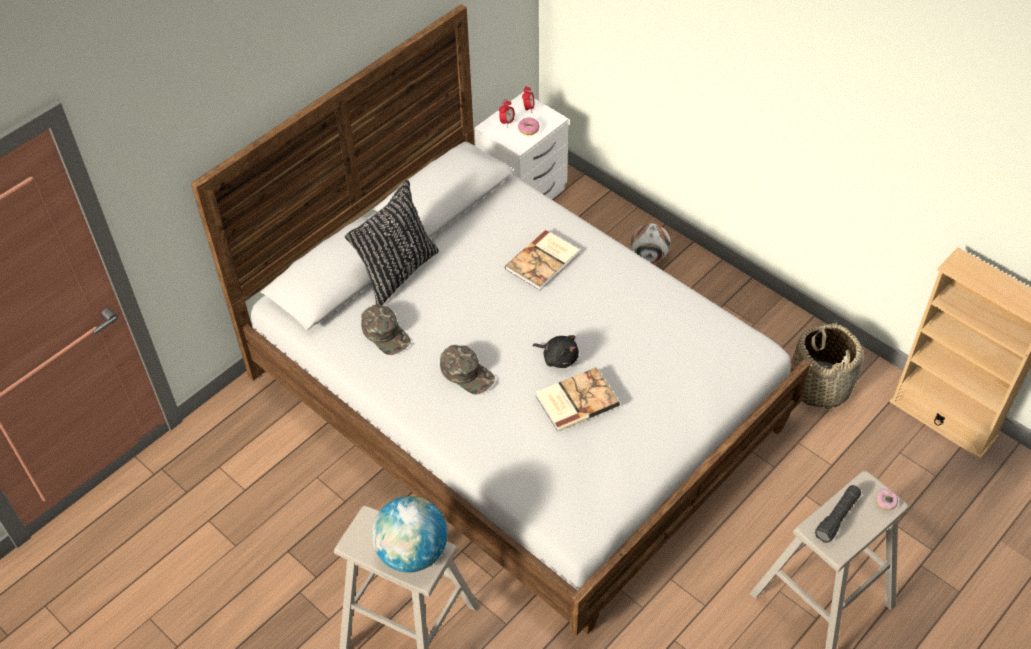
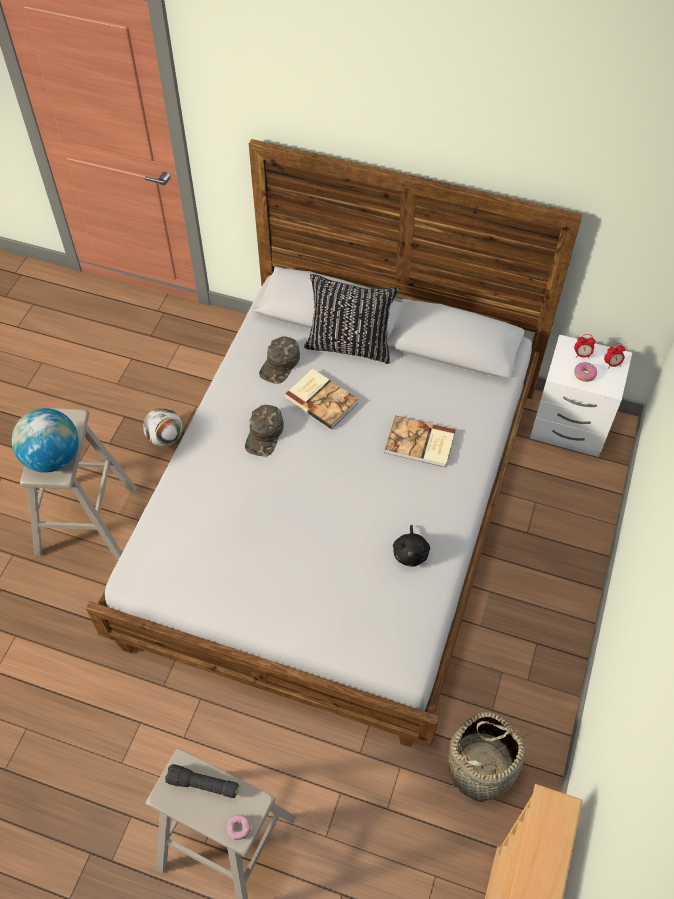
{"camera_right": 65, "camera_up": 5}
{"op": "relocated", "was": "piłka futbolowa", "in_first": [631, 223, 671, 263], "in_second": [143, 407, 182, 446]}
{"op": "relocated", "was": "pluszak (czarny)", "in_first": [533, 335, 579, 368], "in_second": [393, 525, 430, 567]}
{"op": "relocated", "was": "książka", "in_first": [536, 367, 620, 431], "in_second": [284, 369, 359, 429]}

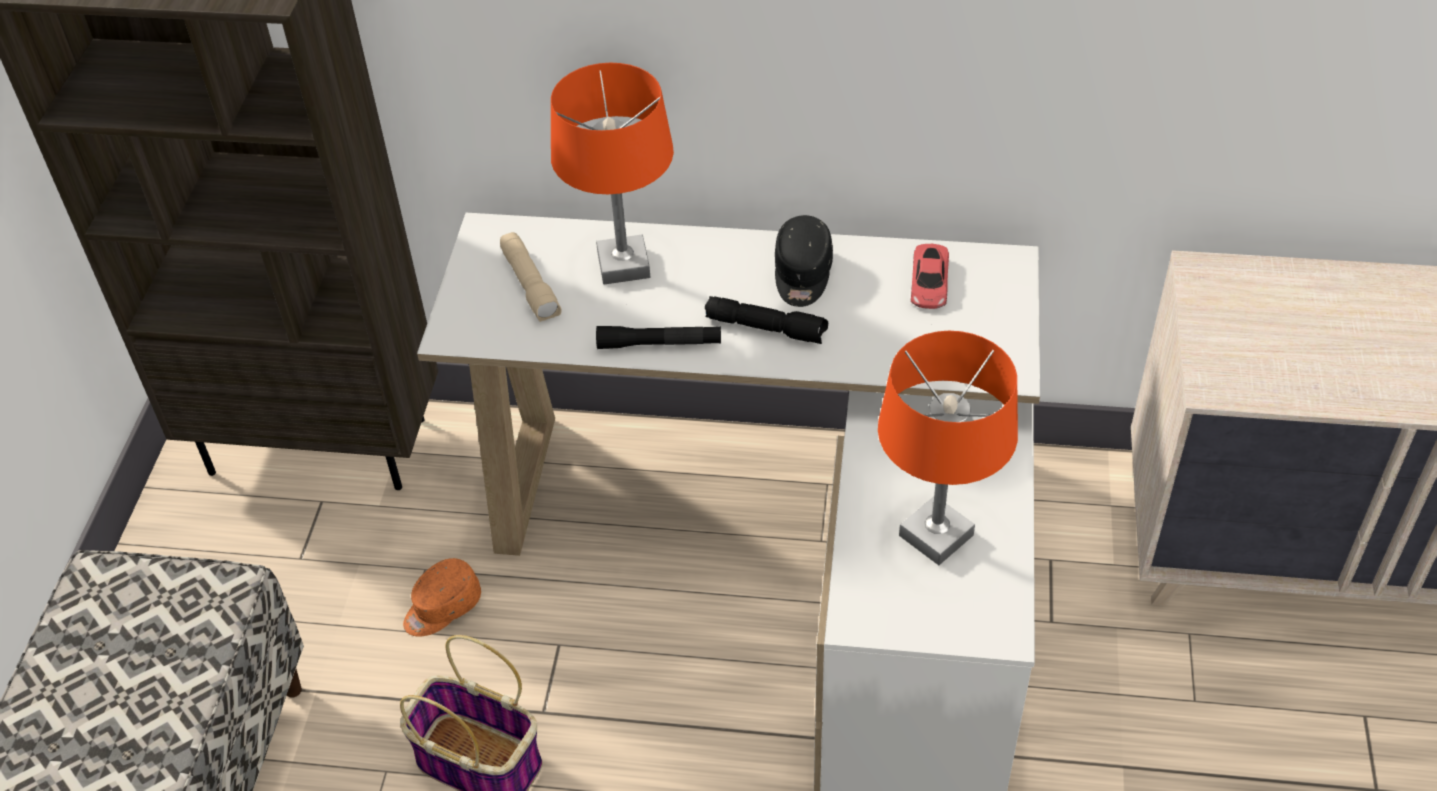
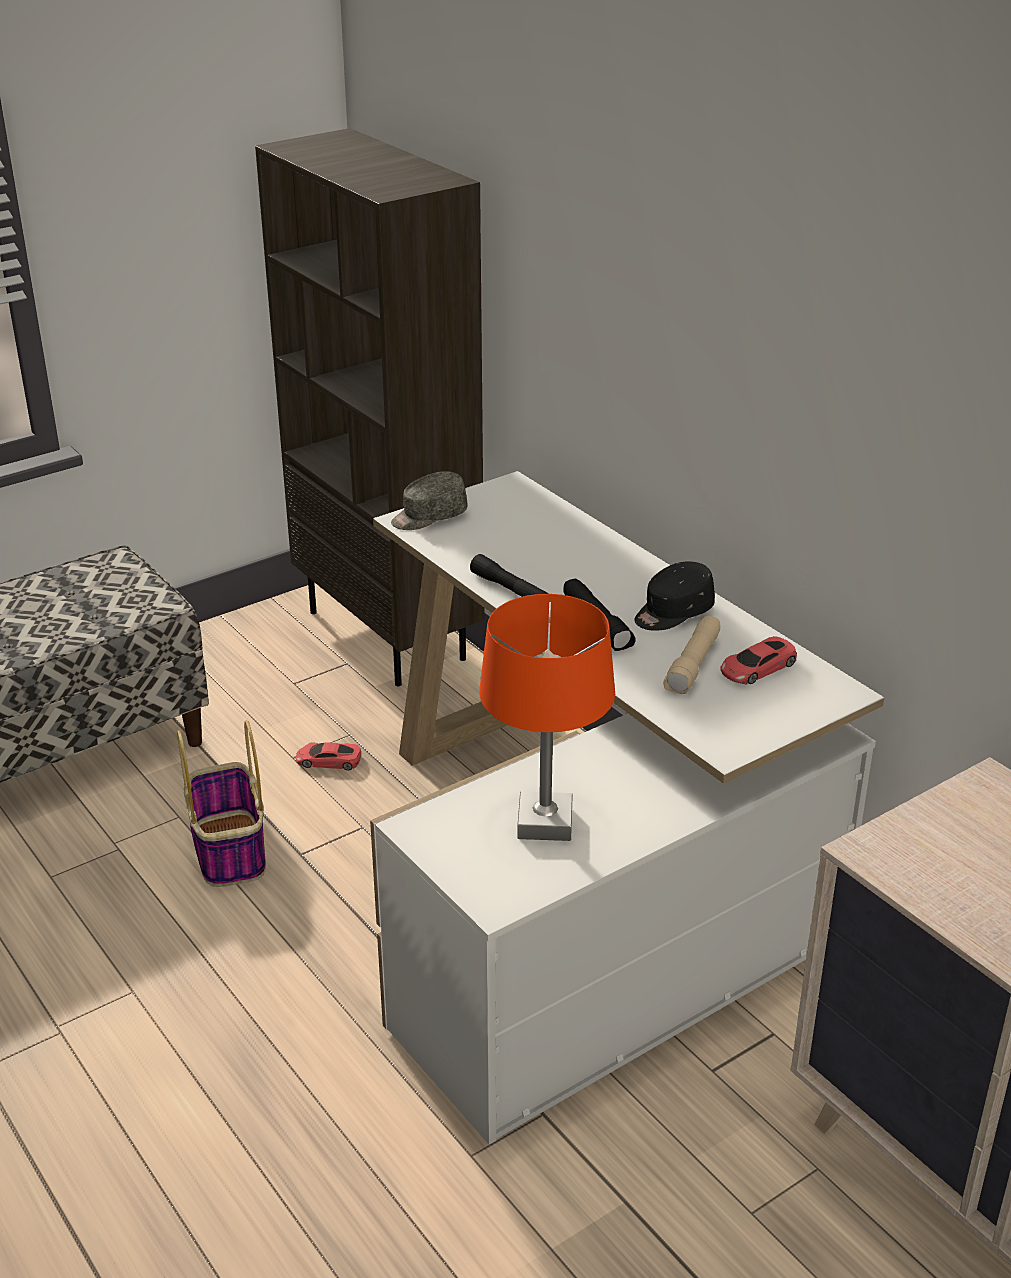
{"camera_right": 45, "camera_up": -15}
{"op": "missing", "was": "lampa stołowa (pomarańczowy)", "in_first": [551, 63, 674, 284]}
{"op": "relocated", "was": "latarka (beżowy)", "in_first": [500, 232, 562, 322], "in_second": [663, 616, 720, 694]}
{"op": "exchanged", "was": "czapka z daszkiem (pomarańczowy)", "now": "samochodzik (czerwony)", "in_first": [403, 558, 481, 637], "in_second": [296, 742, 361, 771]}
{"op": "appeared", "now": "czapka z daszkiem (szary)", "in_second": [391, 471, 468, 530]}

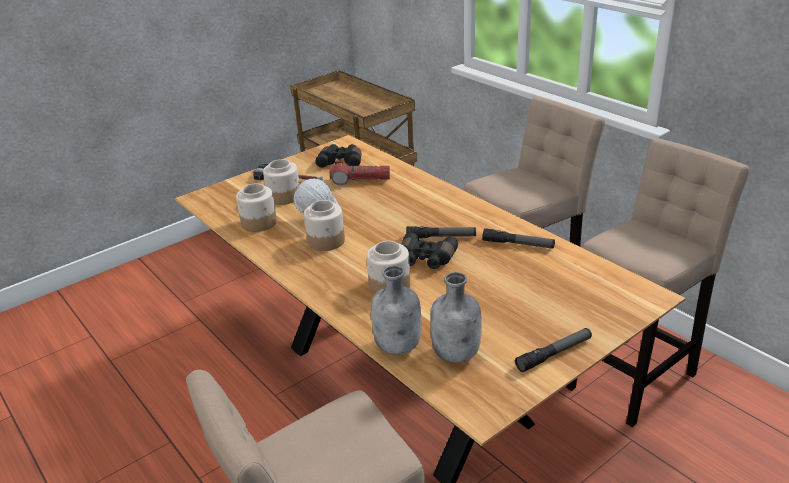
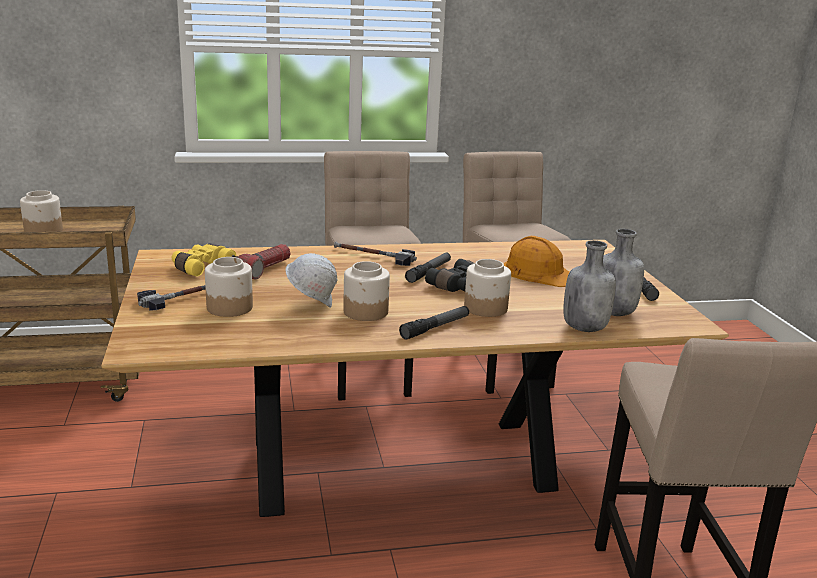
{"camera_right": -65, "camera_up": -10}
{"op": "colour", "was": "lornetka (czarny)", "now": "lornetka (żółty)", "in_first": [315, 144, 362, 168], "in_second": [172, 244, 236, 276]}
{"op": "relocated", "was": "słoik", "in_first": [236, 183, 277, 232], "in_second": [20, 190, 63, 232]}
{"op": "relocated", "was": "latarka", "in_first": [482, 228, 555, 249], "in_second": [399, 306, 469, 339]}
{"op": "appeared", "now": "kask (pomarańczowy)", "in_second": [504, 236, 569, 287]}
{"op": "appeared", "now": "młotek", "in_second": [334, 242, 417, 266]}

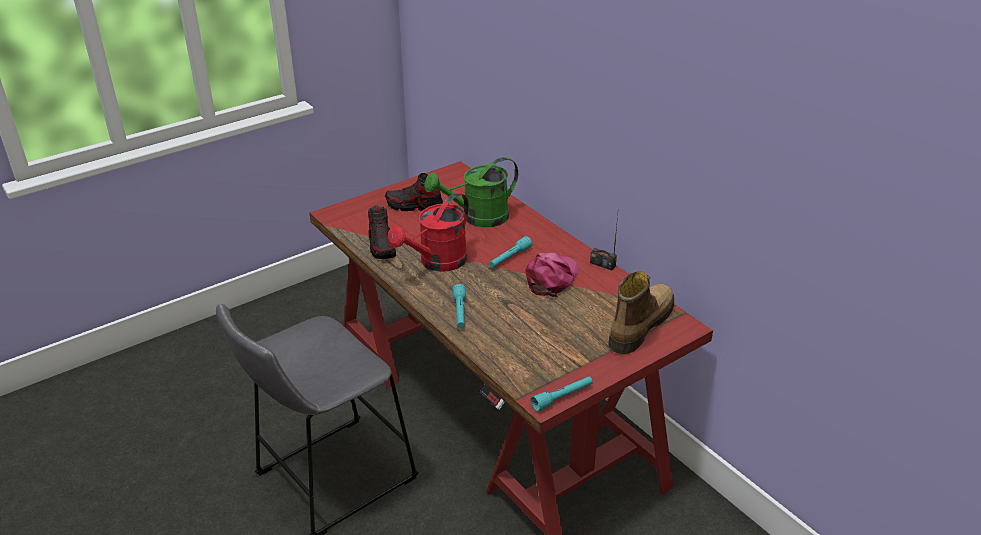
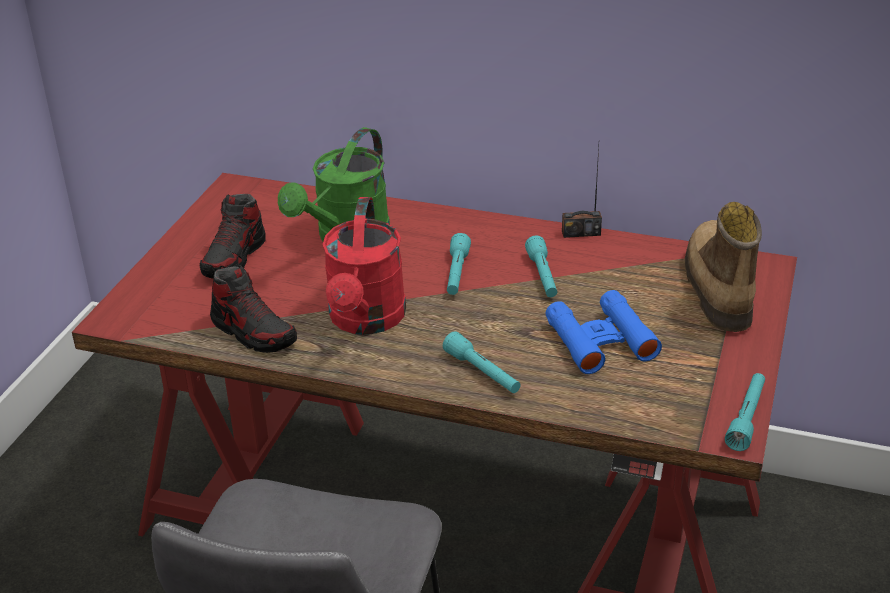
{"camera_right": -35, "camera_up": 0}
{"op": "spun", "was": "but", "in_first": [385, 173, 443, 211], "in_second": [200, 194, 266, 279], "clockwise": -45}
{"op": "exchanged", "was": "czapka z daszkiem (różowy)", "now": "latarka (turkusowy)", "in_first": [525, 252, 579, 297], "in_second": [525, 236, 557, 297]}
{"op": "appeared", "now": "lornetka (niebieski)", "in_second": [546, 290, 662, 374]}

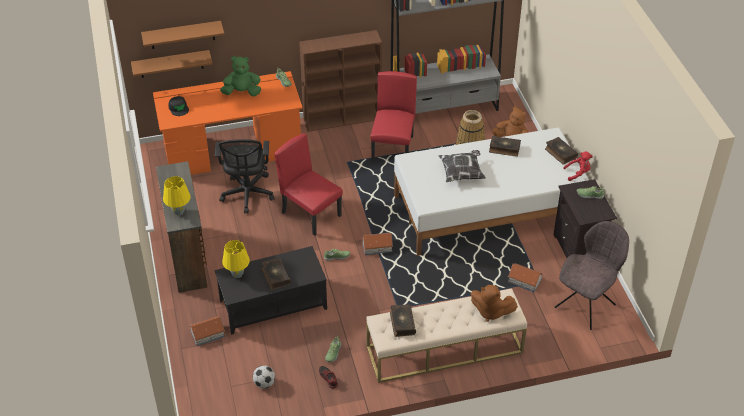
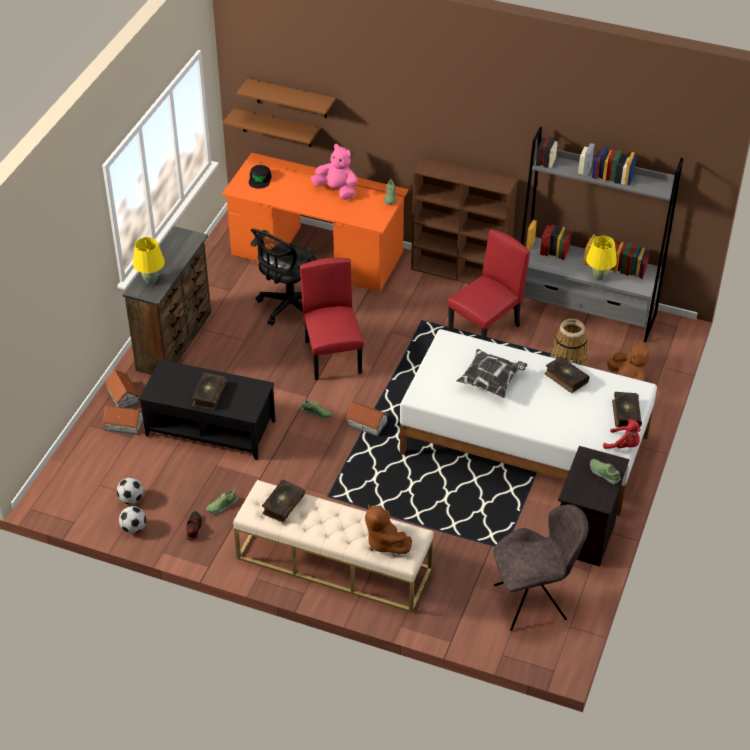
{"camera_right": 35, "camera_up": 0}
{"op": "colour", "was": "pluszak (zielony)", "now": "pluszak (różowy)", "in_first": [220, 56, 261, 97], "in_second": [311, 144, 358, 200]}
{"op": "relocated", "was": "lampa stołowa (żółty)", "in_first": [222, 240, 250, 278], "in_second": [586, 236, 617, 281]}
{"op": "relocated", "was": "domek", "in_first": [508, 264, 543, 292], "in_second": [104, 369, 140, 408]}
{"op": "appeared", "now": "piłka futbolowa", "in_second": [119, 506, 146, 534]}

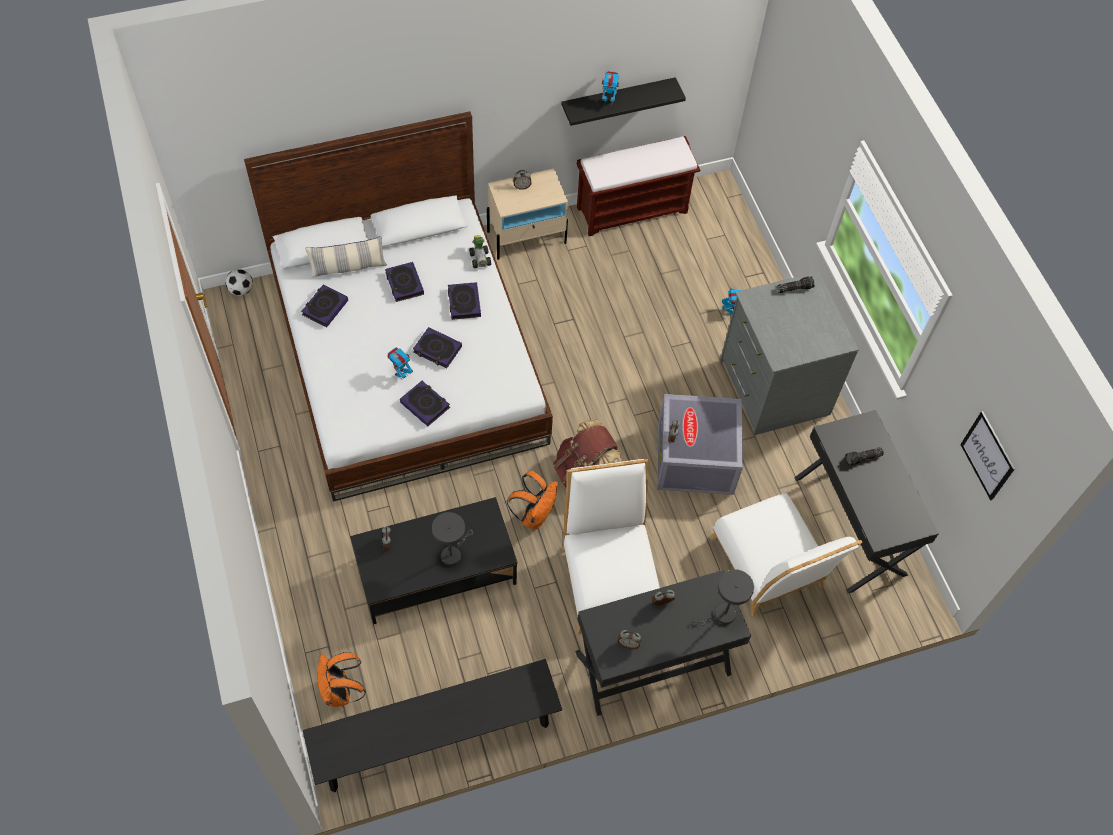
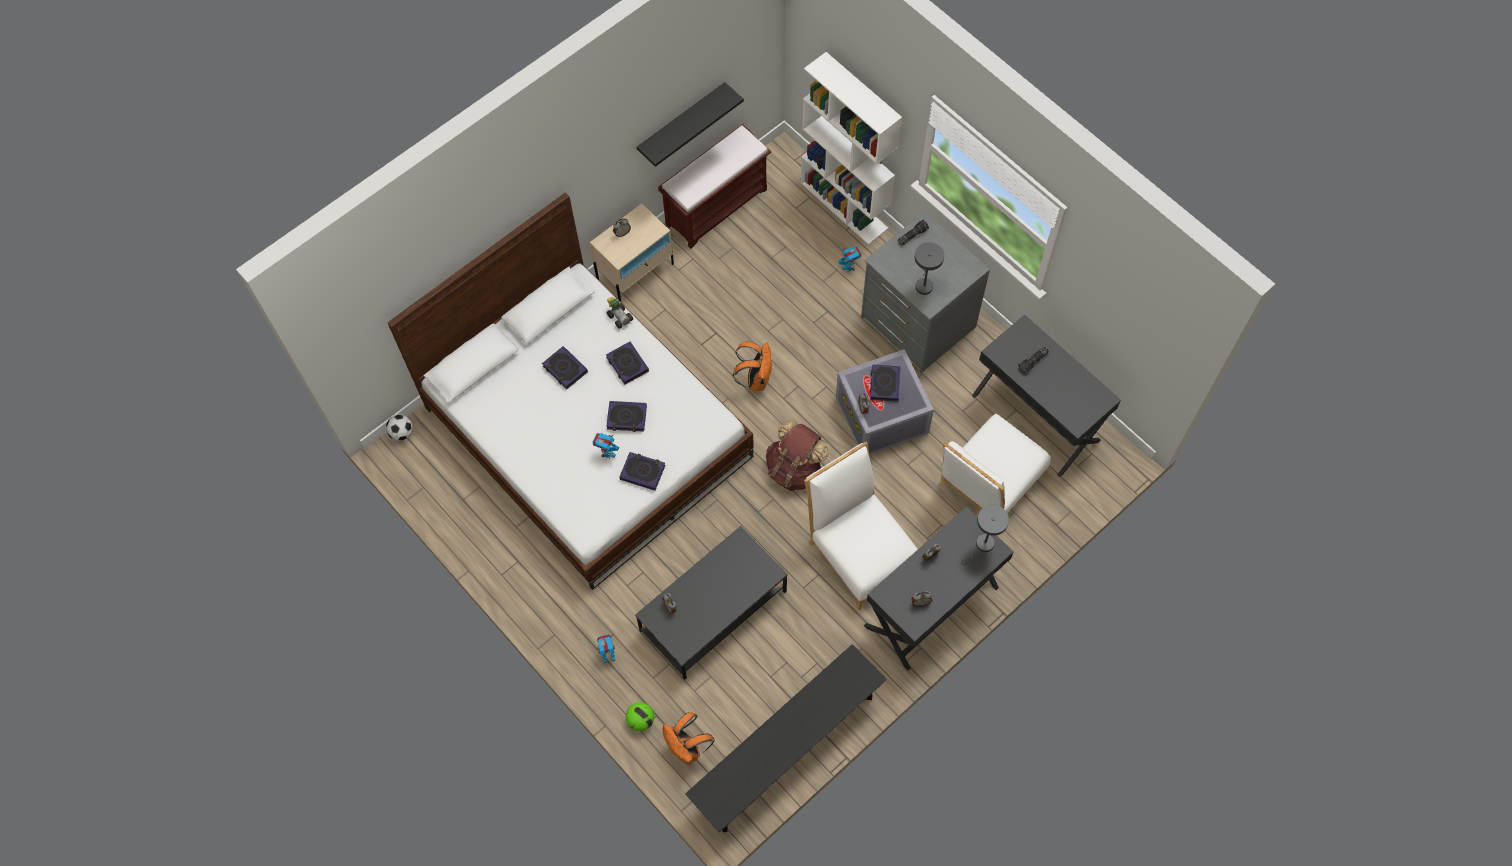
{"camera_right": -20, "camera_up": 5}
{"op": "relocated", "was": "robot zabawkowy", "in_first": [602, 71, 619, 106], "in_second": [597, 634, 615, 663]}
{"op": "missing", "was": "poduszka", "in_first": [305, 236, 387, 278]}
{"op": "relocated", "was": "książka", "in_first": [301, 284, 348, 327], "in_second": [870, 364, 901, 402]}
{"op": "missing", "was": "obraz", "in_first": [960, 411, 1015, 501]}
{"op": "relocated", "was": "plecak (pomarańczowy)", "in_first": [507, 471, 558, 530], "in_second": [733, 341, 772, 391]}
{"op": "spun", "was": "krzesło (biały)", "in_first": [709, 493, 863, 617], "in_second": [938, 413, 1051, 514], "clockwise": 90}
{"op": "relocated", "was": "lampa stołowa (szary)", "in_first": [432, 512, 473, 566], "in_second": [915, 242, 944, 295]}
{"op": "appeared", "now": "regał (biały)", "in_second": [801, 52, 902, 245]}
{"op": "appeared", "now": "piłka futbolowa", "in_second": [626, 702, 654, 731]}

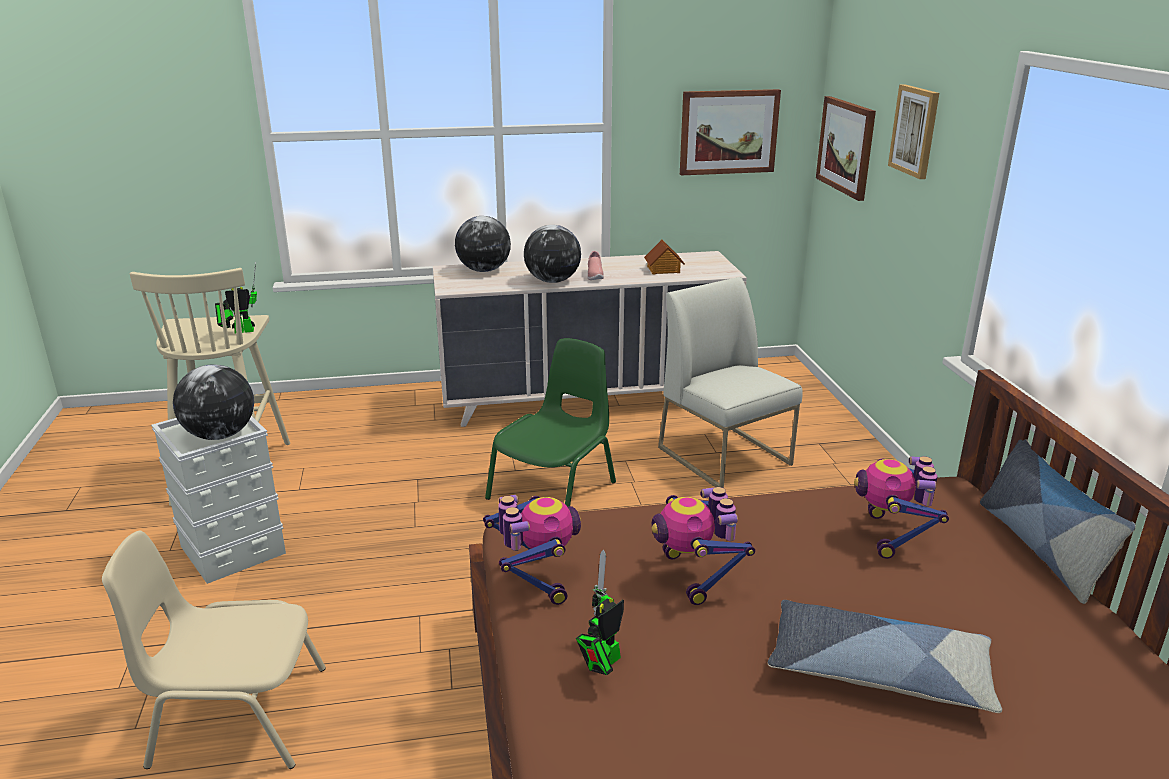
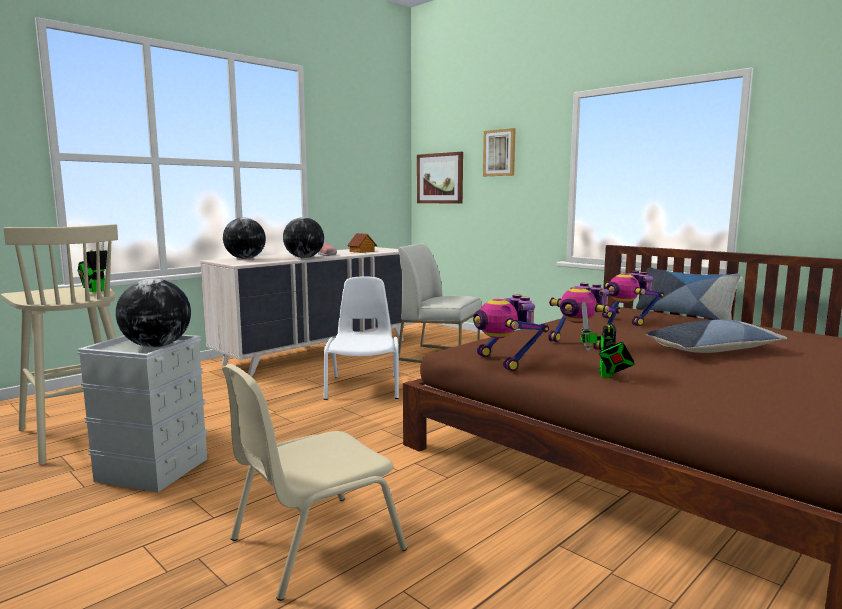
{"camera_right": -35, "camera_up": -15}
{"op": "missing", "was": "obraz", "in_first": [680, 89, 781, 175]}
{"op": "colour", "was": "krzesło (zielony)", "now": "krzesło (biały)", "in_first": [485, 338, 616, 507], "in_second": [324, 277, 399, 400]}
{"op": "spun", "was": "robot zabawkowy", "in_first": [483, 495, 581, 605], "in_second": [473, 294, 549, 371], "clockwise": -150}

